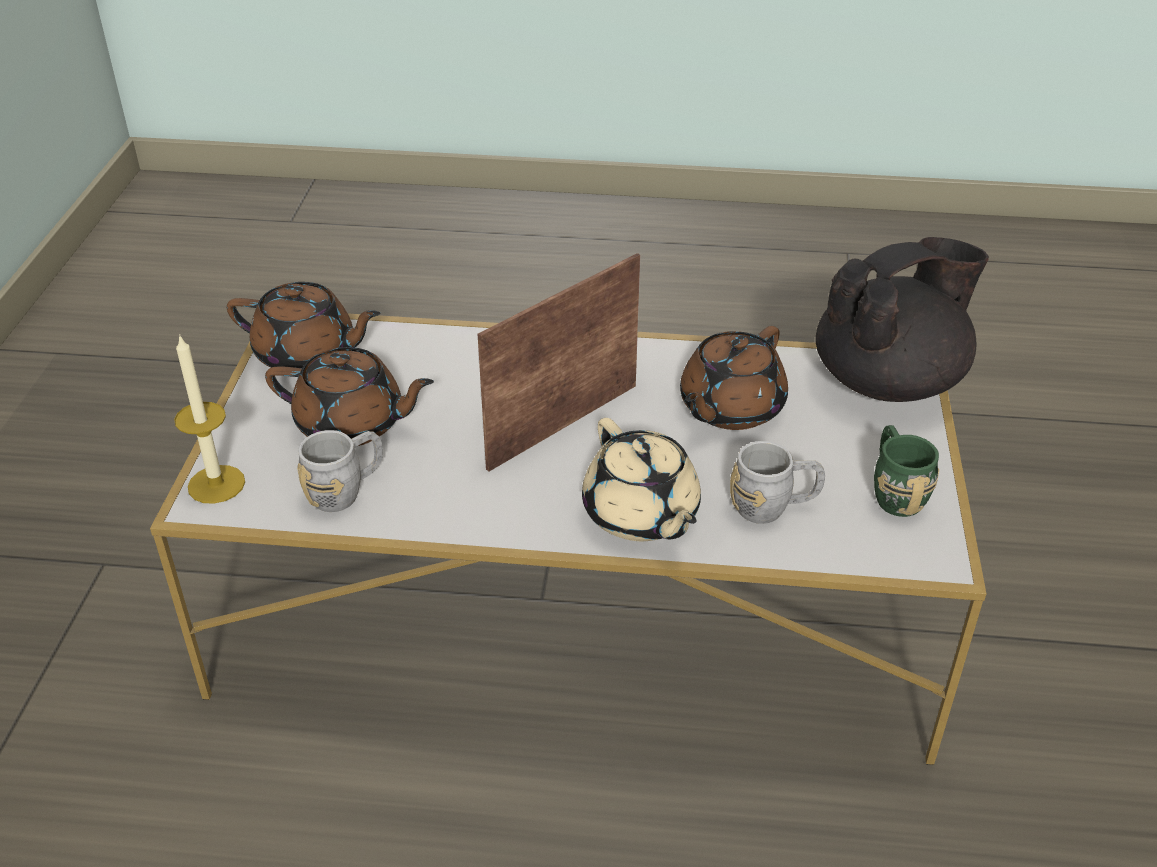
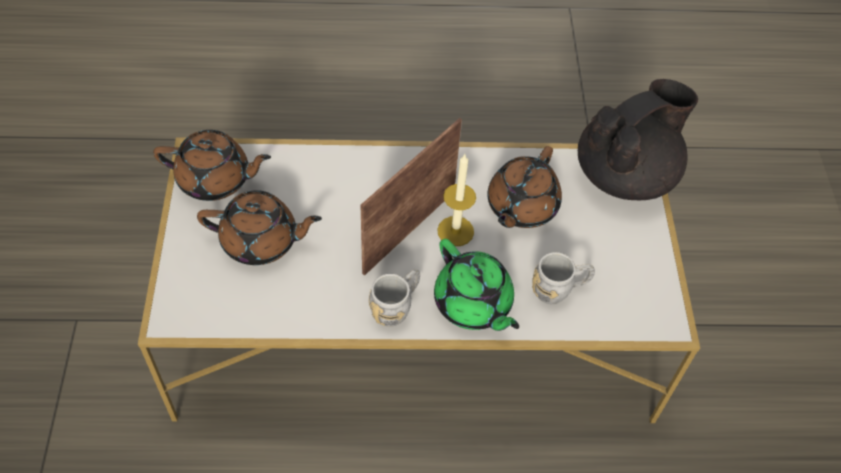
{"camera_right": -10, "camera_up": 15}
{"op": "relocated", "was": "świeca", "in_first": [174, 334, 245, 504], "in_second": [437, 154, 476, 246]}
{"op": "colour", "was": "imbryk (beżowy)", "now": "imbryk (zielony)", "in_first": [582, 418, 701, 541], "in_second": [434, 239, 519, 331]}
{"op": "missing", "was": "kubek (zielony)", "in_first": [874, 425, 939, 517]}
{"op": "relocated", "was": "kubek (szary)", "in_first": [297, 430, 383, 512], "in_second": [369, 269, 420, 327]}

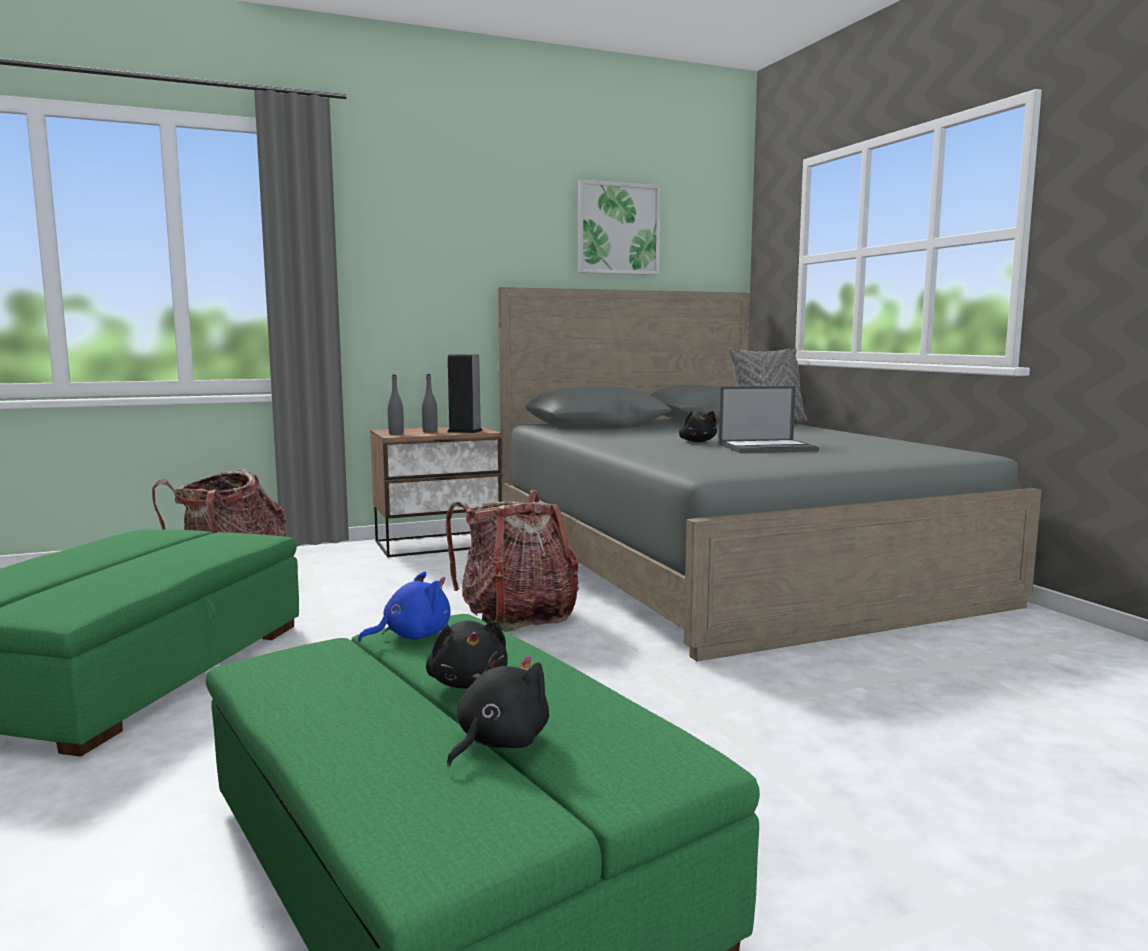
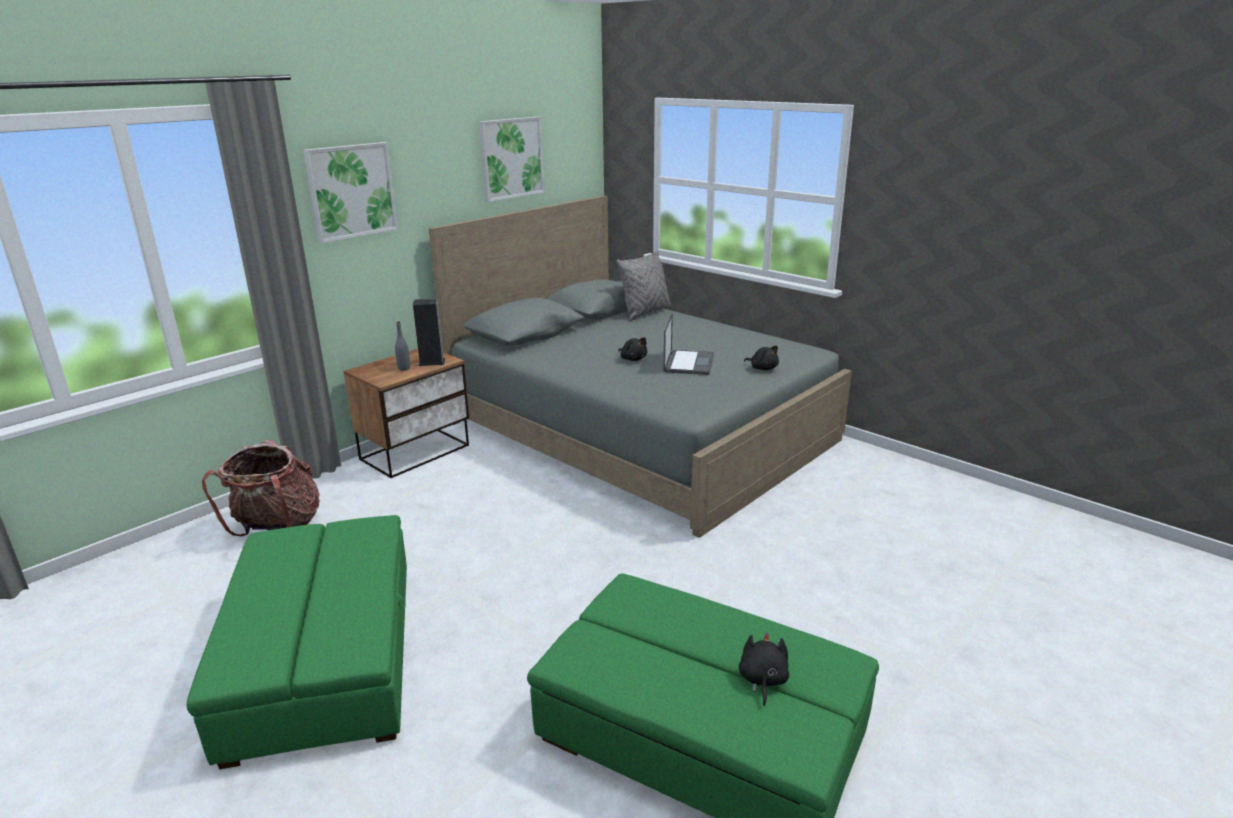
{"camera_right": -25, "camera_up": 15}
{"op": "missing", "was": "butelka (szary)", "in_first": [388, 375, 404, 435]}
{"op": "spun", "was": "laptop", "in_first": [719, 386, 819, 453], "in_second": [663, 313, 714, 375], "clockwise": -45}
{"op": "missing", "was": "plecak", "in_first": [446, 490, 579, 632]}
{"op": "missing", "was": "pluszak (niebieski)", "in_first": [358, 572, 451, 642]}
{"op": "relocated", "was": "pluszak (czarny)", "in_first": [426, 620, 508, 689], "in_second": [744, 346, 779, 370]}
{"op": "appeared", "now": "obraz", "in_second": [303, 142, 398, 243]}

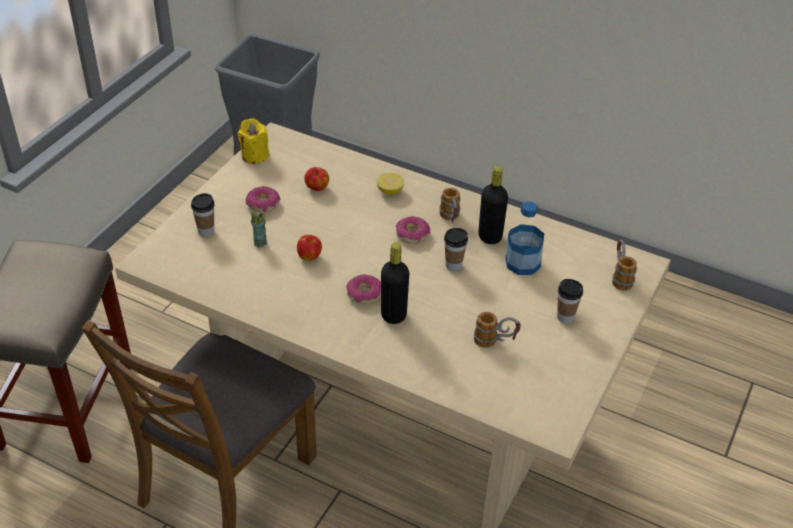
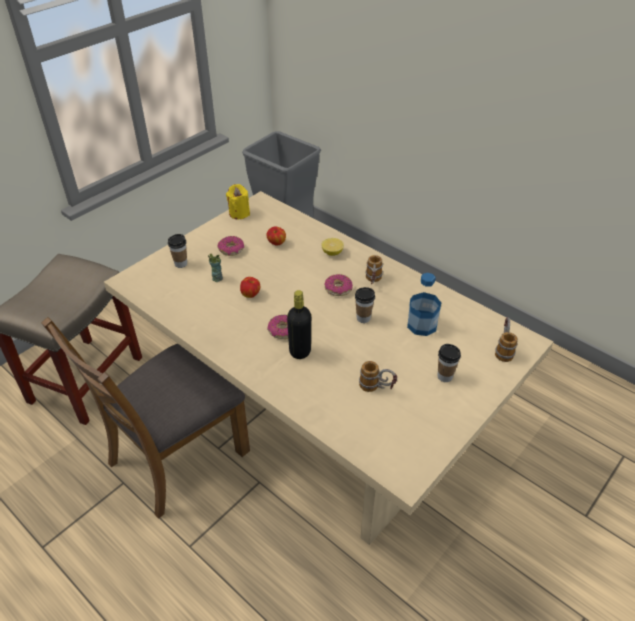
{"camera_right": 15, "camera_up": 0}
{"op": "missing", "was": "butelka (czarny)", "in_first": [478, 166, 508, 244]}

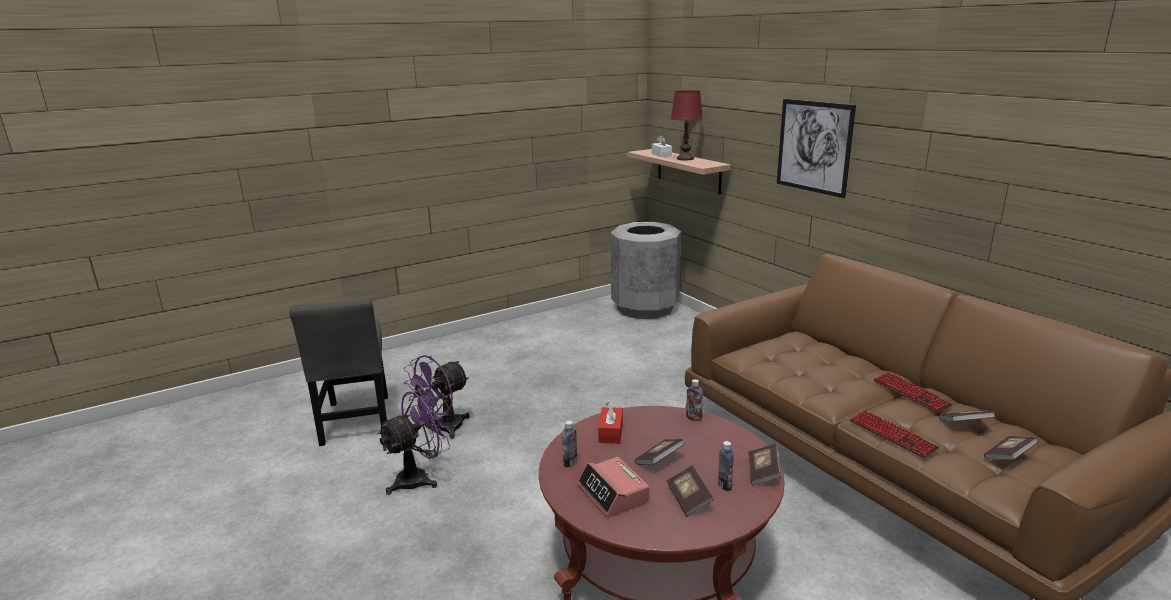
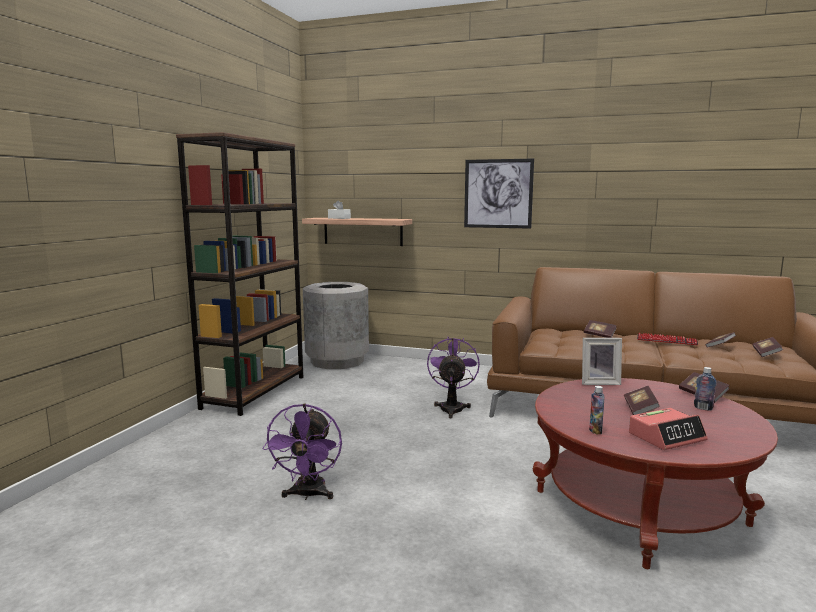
{"camera_right": -40, "camera_up": -10}
{"op": "missing", "was": "lampa stołowa (czerwony)", "in_first": [671, 90, 703, 160]}
{"op": "missing", "was": "krzesło (szary)", "in_first": [289, 298, 388, 446]}
{"op": "exchanged", "was": "butelka", "now": "ramka na zdjęcie", "in_first": [686, 379, 703, 421], "in_second": [582, 338, 622, 385]}
{"op": "relocated", "was": "wentylator (fioletowy)", "in_first": [377, 387, 453, 495], "in_second": [427, 337, 480, 418]}
{"op": "missing", "was": "pudełko chusteczek (czerwony)", "in_first": [598, 402, 623, 444]}
{"op": "missing", "was": "klawiatura", "in_first": [849, 410, 940, 458]}
{"op": "spun", "was": "budzik", "in_first": [577, 457, 649, 518], "in_second": [629, 408, 708, 450], "clockwise": -45}
{"op": "relocated", "was": "książka", "in_first": [667, 465, 714, 517], "in_second": [584, 320, 617, 338]}
{"op": "appeared", "now": "regał (brązowy)", "in_second": [176, 132, 303, 416]}

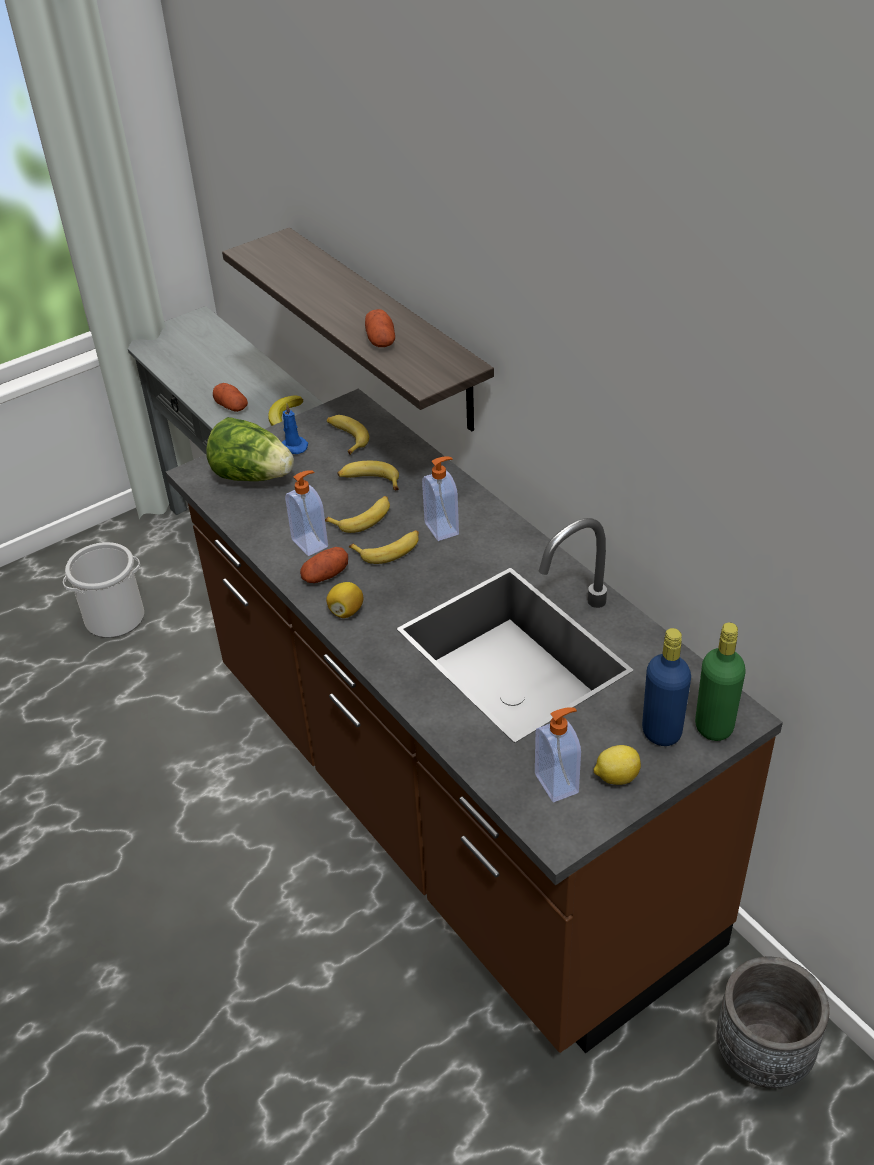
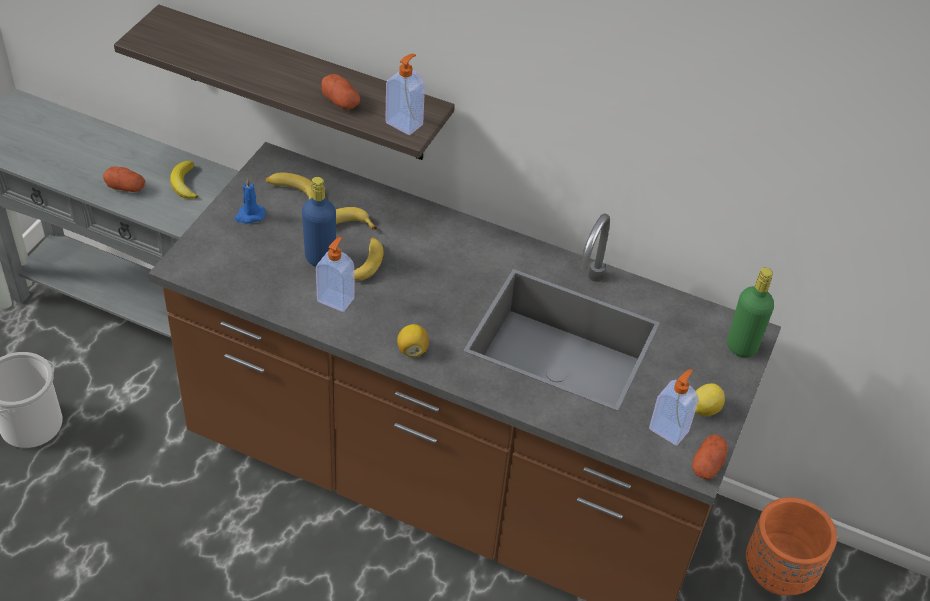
{"camera_right": -35, "camera_up": 5}
{"op": "missing", "was": "sałata", "in_first": [206, 417, 294, 481]}
{"op": "relocated", "was": "dozownik mydła", "in_first": [422, 456, 459, 541], "in_second": [385, 54, 425, 135]}
{"op": "missing", "was": "banan", "in_first": [349, 530, 419, 564]}
{"op": "relocated", "was": "ziemniak", "in_first": [300, 547, 348, 583], "in_second": [692, 434, 728, 480]}
{"op": "relocated", "was": "butelka (niebieski)", "in_first": [642, 628, 691, 746], "in_second": [302, 177, 336, 267]}
{"op": "colour", "was": "donica (szary)", "now": "donica (pomarańczowy)", "in_first": [716, 957, 830, 1088], "in_second": [746, 497, 837, 596]}

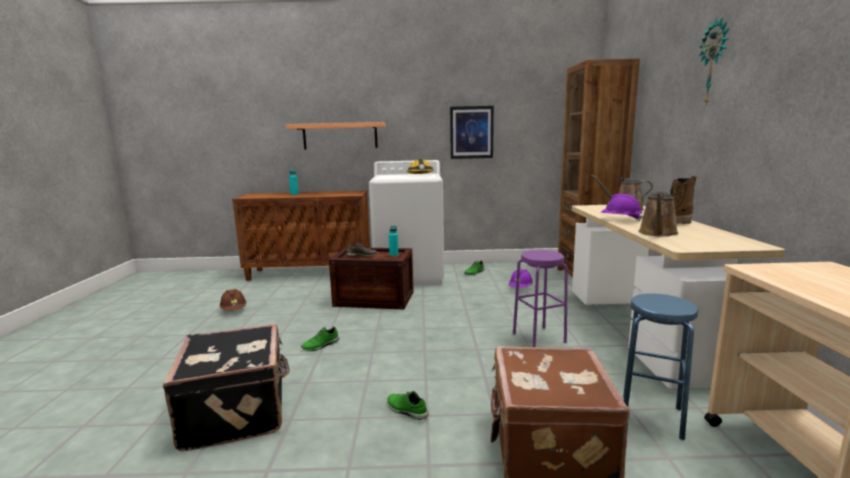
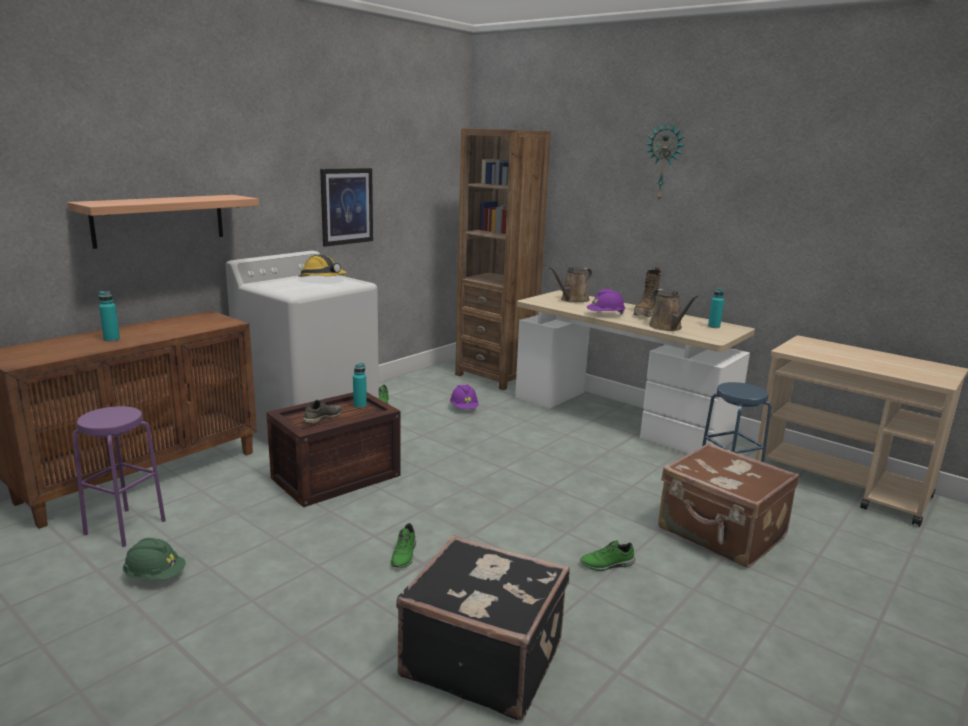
{"camera_right": -50, "camera_up": 5}
{"op": "relocated", "was": "stołek (fioletowy)", "in_first": [513, 250, 568, 347], "in_second": [73, 406, 166, 547]}
{"op": "colour", "was": "kask (brązowy)", "now": "kask (zielony)", "in_first": [220, 289, 246, 311], "in_second": [123, 538, 186, 580]}
{"op": "appeared", "now": "butelka (turkusowy)", "in_second": [708, 288, 724, 328]}

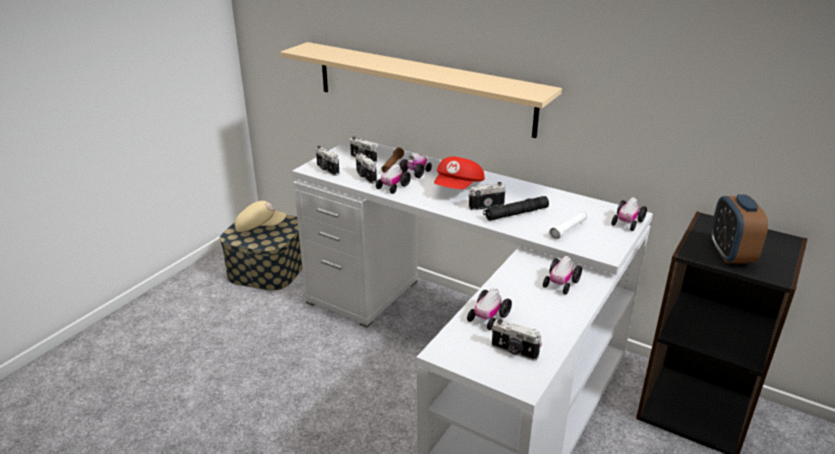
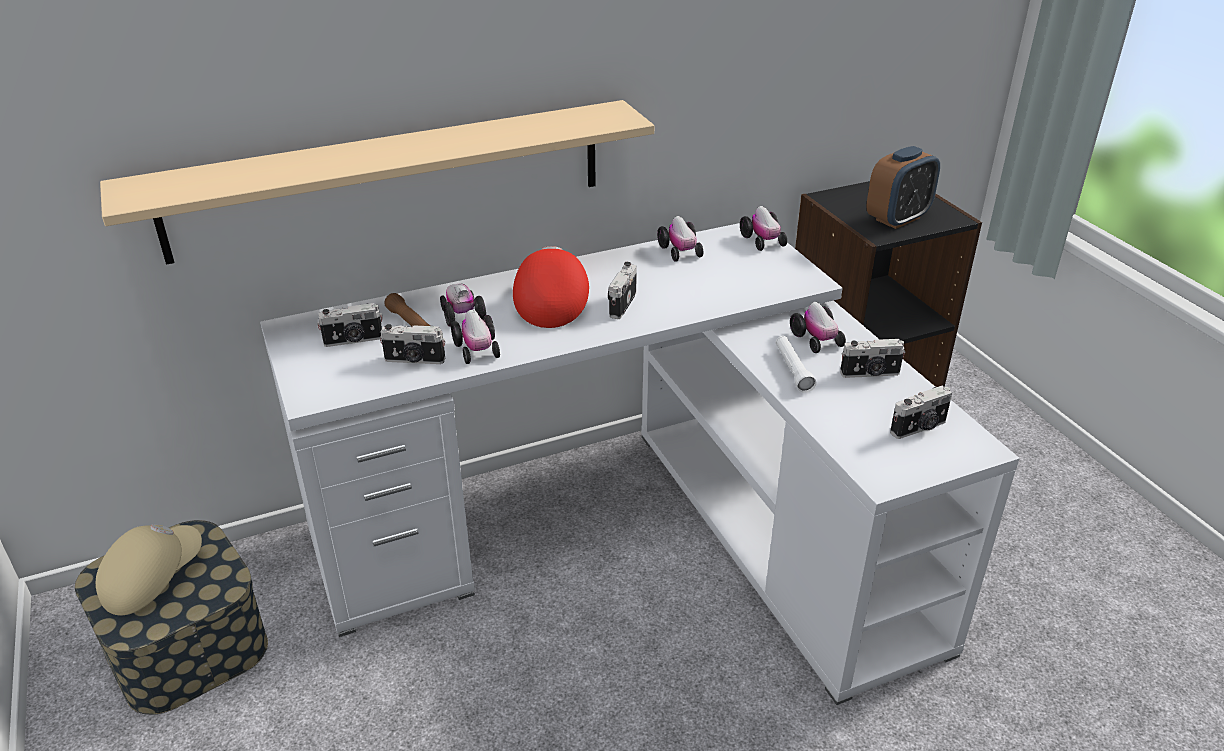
{"camera_right": -55, "camera_up": 5}
{"op": "relocated", "was": "aparat fotograficzny", "in_first": [316, 146, 340, 176], "in_second": [840, 339, 905, 378]}
{"op": "spun", "was": "czapka z daszkiem (czerwony)", "in_first": [434, 156, 485, 189], "in_second": [513, 246, 589, 328], "clockwise": -150}
{"op": "spun", "was": "budzik", "in_first": [711, 195, 768, 264], "in_second": [866, 146, 940, 229], "clockwise": -75}
{"op": "missing", "was": "latarka (czarny)", "in_first": [483, 196, 549, 221]}
{"op": "relocated", "was": "latarka (biały)", "in_first": [549, 212, 587, 240], "in_second": [776, 336, 817, 393]}
{"op": "relocated", "was": "samochodzik", "in_first": [467, 288, 512, 330], "in_second": [657, 216, 703, 262]}

